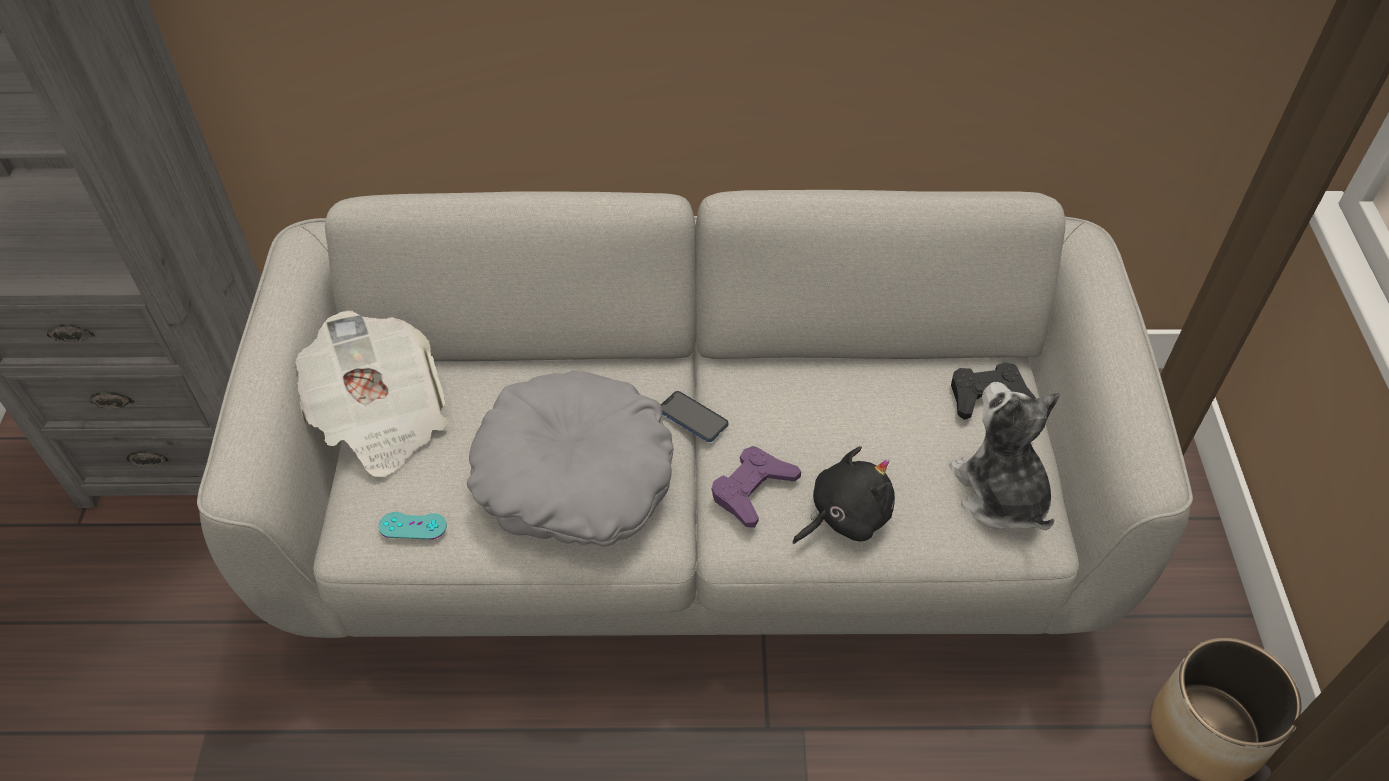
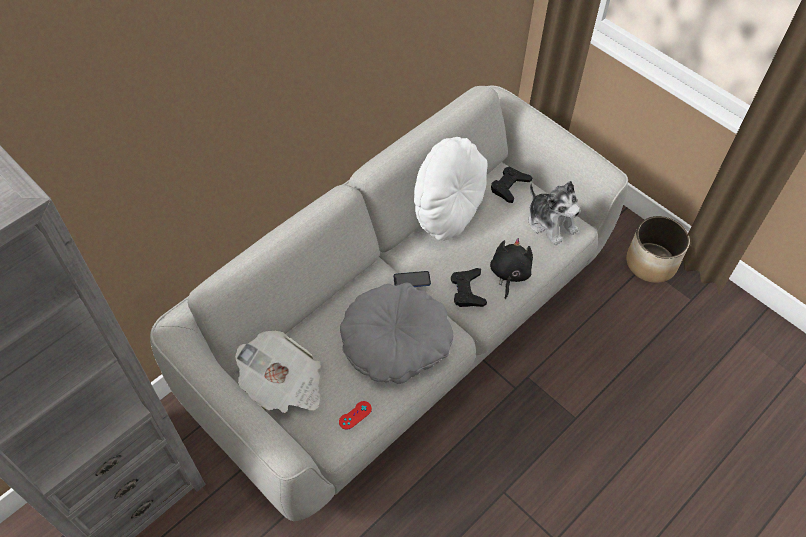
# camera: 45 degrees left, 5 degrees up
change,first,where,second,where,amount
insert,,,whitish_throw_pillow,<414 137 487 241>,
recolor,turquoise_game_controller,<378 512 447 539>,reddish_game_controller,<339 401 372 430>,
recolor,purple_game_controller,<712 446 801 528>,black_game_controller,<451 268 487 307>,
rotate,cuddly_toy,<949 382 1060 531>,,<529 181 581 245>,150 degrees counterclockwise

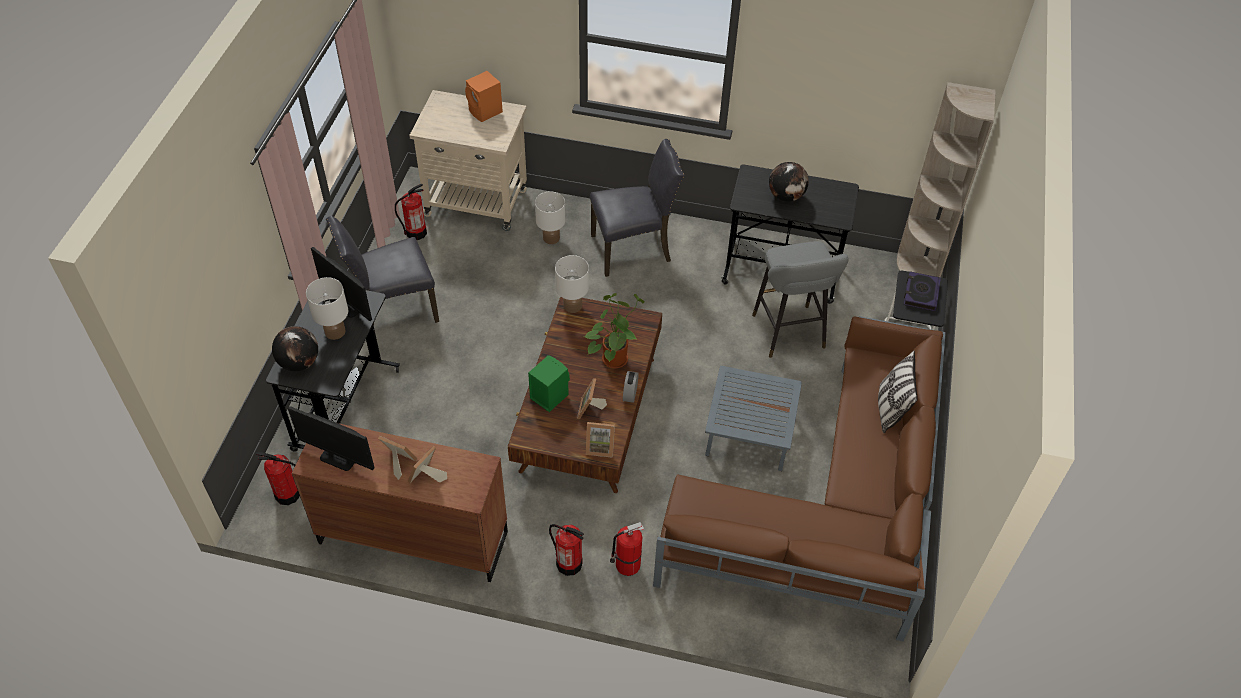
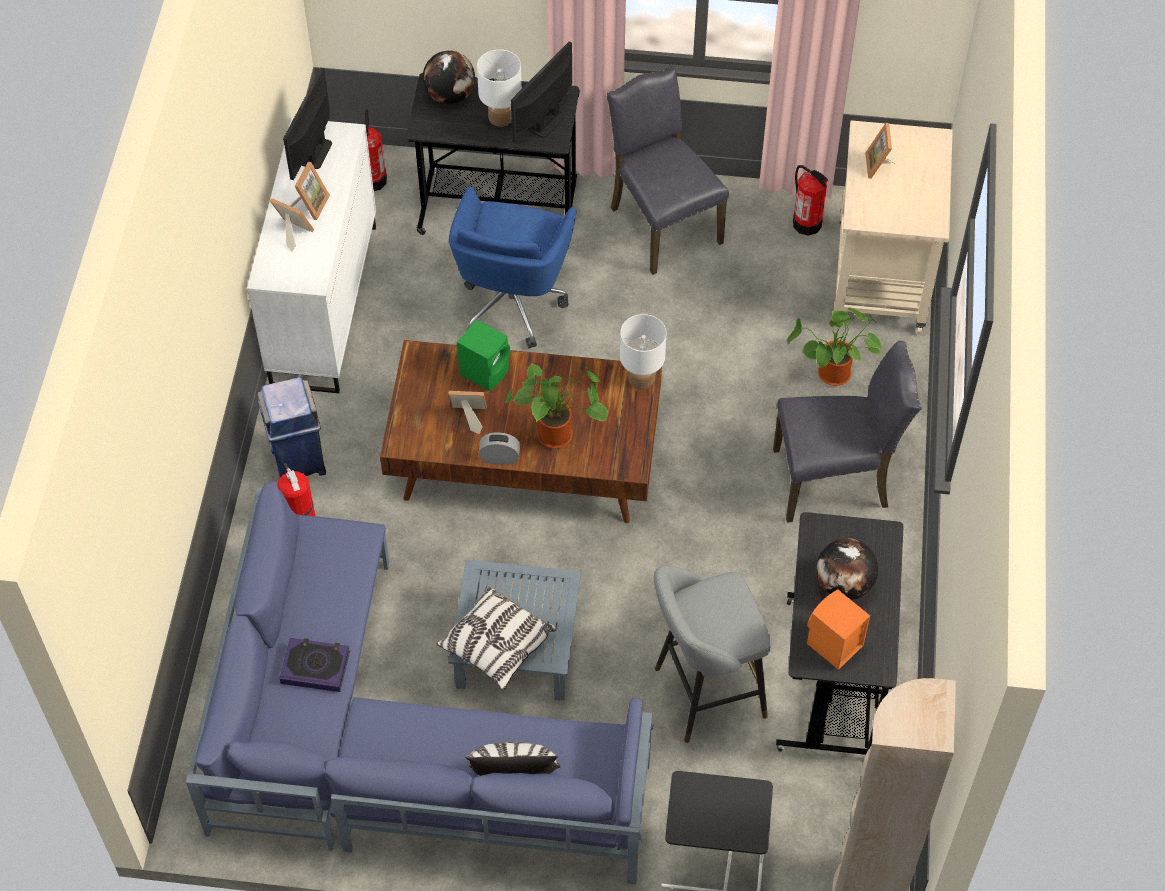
# camera: 85 degrees right, 5 degrees up
change,first,where,second,where,amount
insert,,,throw_pillow,<436 585 557 690>,
insert,,,bluish_computer_chair,<449 186 576 348>,
move,orange_audio_speaker,<465 71 503 122>,,<807 589 870 670>,
move,picture_frame,<586 422 615 458>,,<865 123 899 179>,
move,book,<904 271 941 311>,,<279 638 350 692>,
replace,whitish_lamp_for_a_table,<535 191 565 244>,plant_in_a_pot,<787 307 882 386>,
replace,extinguisher,<549 524 584 576>,bluish_rubbish_bin,<257 377 326 479>,
recolor,brown-coloured_chest_of_drawers,<292 423 508 582>,whitish_chest_of_drawers,<247 118 376 393>,
recolor,brown-coloured_couch,<653 316 946 641>,bluish_couch,<186 481 654 884>,
rotate,greyish_chair,<590 139 685 277>,,<773 341 922 523>,75 degrees counterclockwise

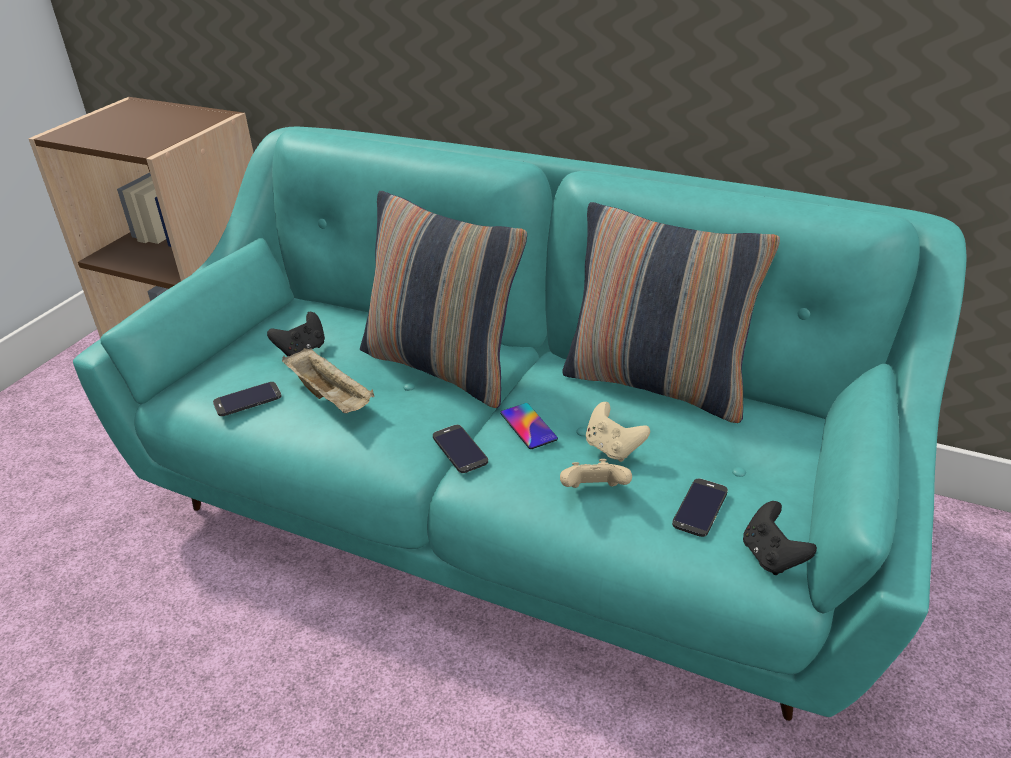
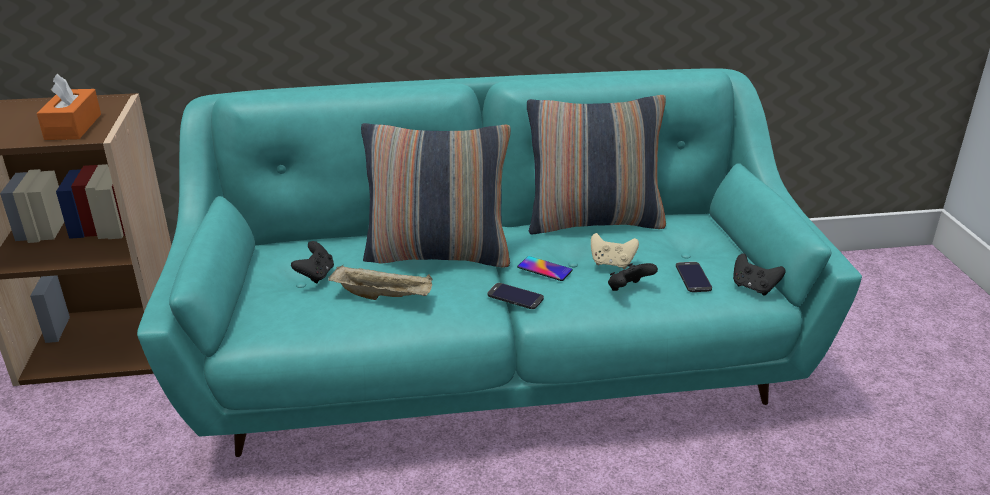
# camera: 35 degrees left, 5 degrees down
change,first,where,second,where,amount
delete,phone,<213 382 282 416>,,,
insert,,,orange_tissue_holder,<37 74 101 140>,
recolor,beige_game_controller,<560 459 632 488>,black_game_controller,<608 263 658 291>,

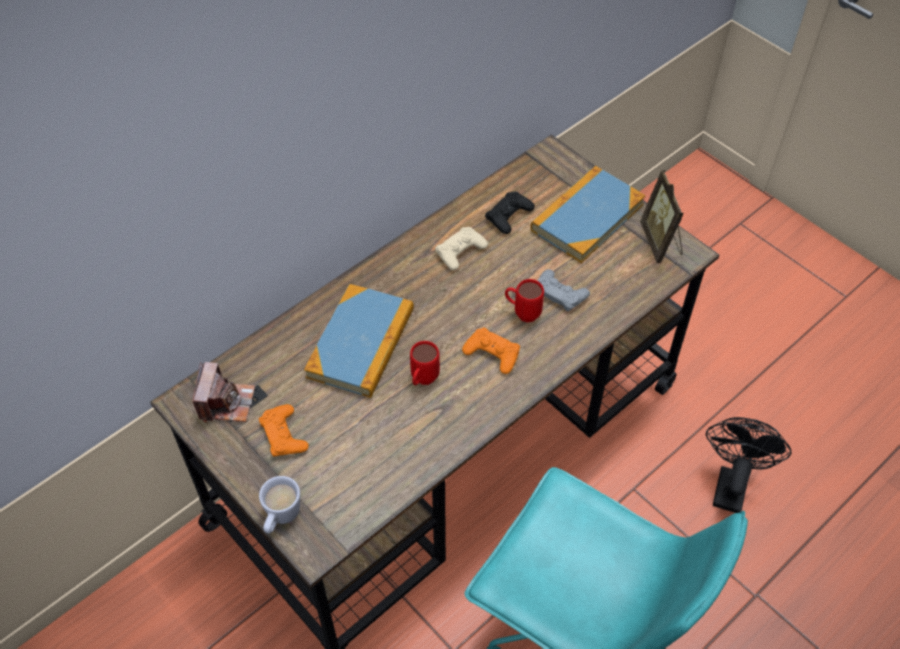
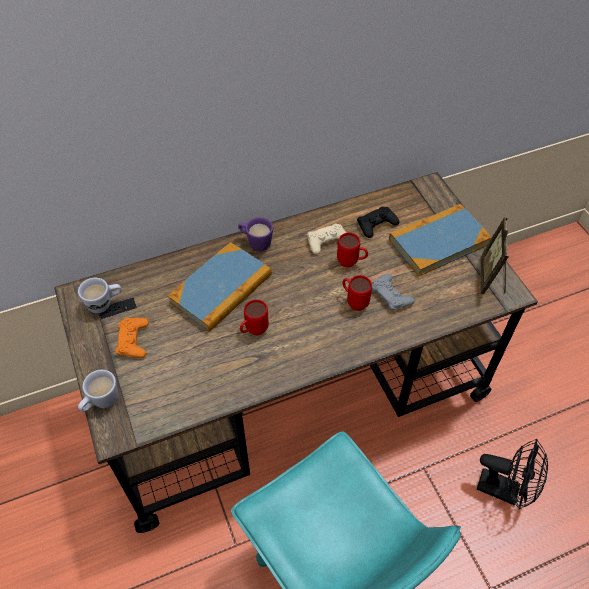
# camera: 20 degrees right, 0 degrees up
change,first,where,second,where,amount
delete,orange_game_controller,<462 327 520 374>,,,
insert,,,purple_mug,<238 217 273 251>,
insert,,,reddish_mug,<337 233 368 267>,
replace,still_camera,<193 362 255 423>,whitish_mug,<78 278 121 313>,
rotate,black_electric_fan,<706 417 791 513>,,<477 439 548 509>,75 degrees clockwise

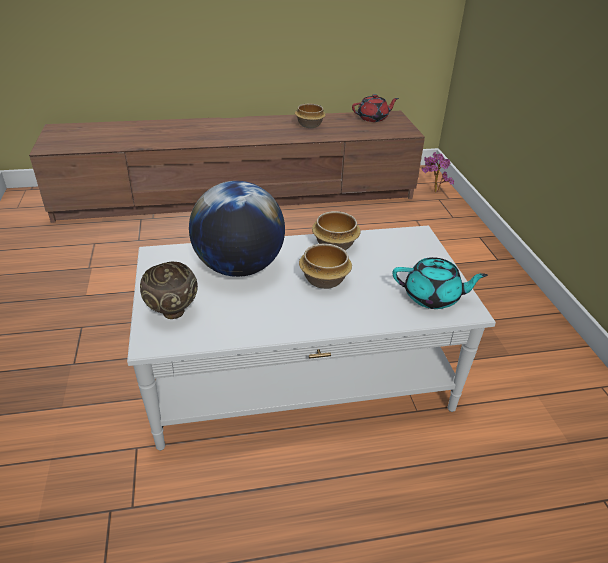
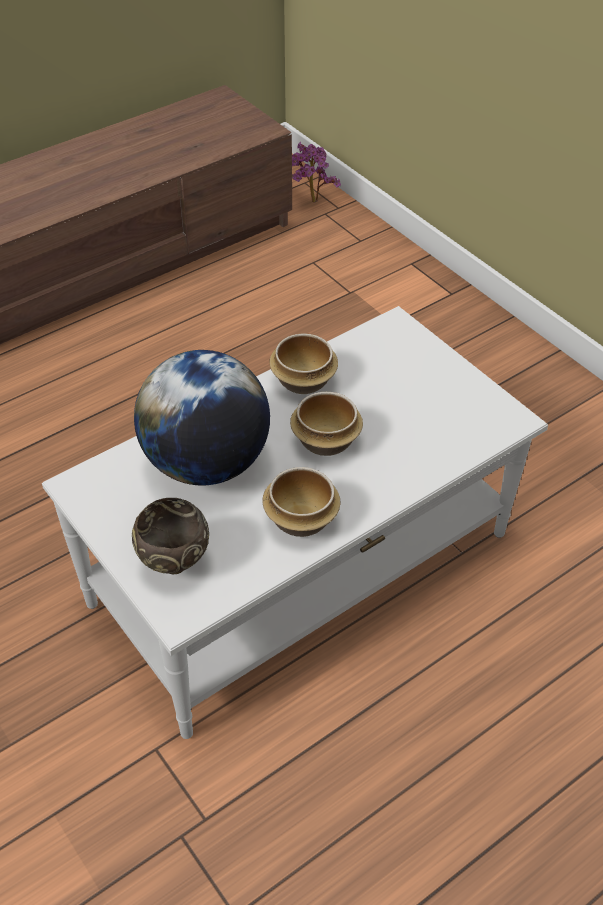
# camera: 25 degrees left, 10 degrees up
change,first,where,second,where,amount
delete,reddish_pot_for_tea,<352 94 399 122>,,,
delete,turquoise_pot_for_tea,<393 257 488 309>,,,
move,serving_bowl,<295 104 326 128>,,<263 467 340 537>,

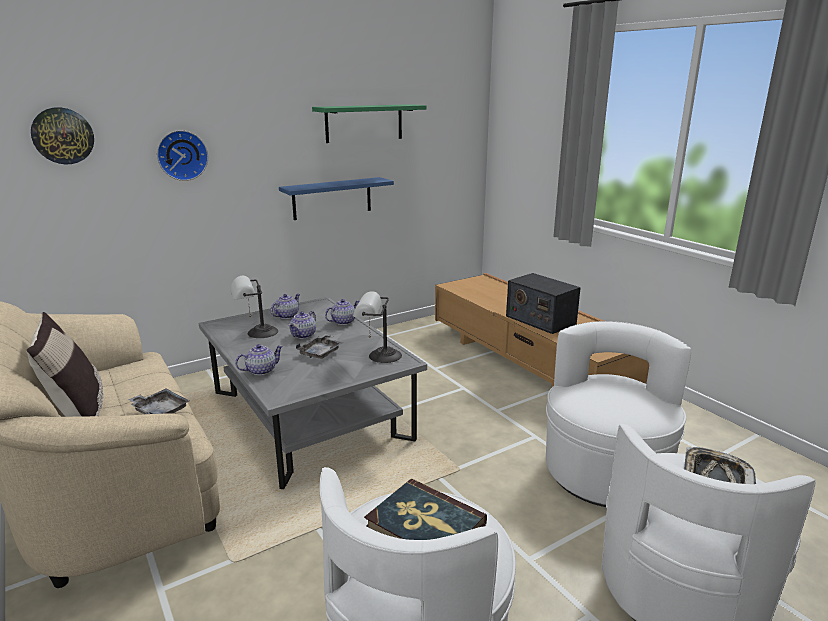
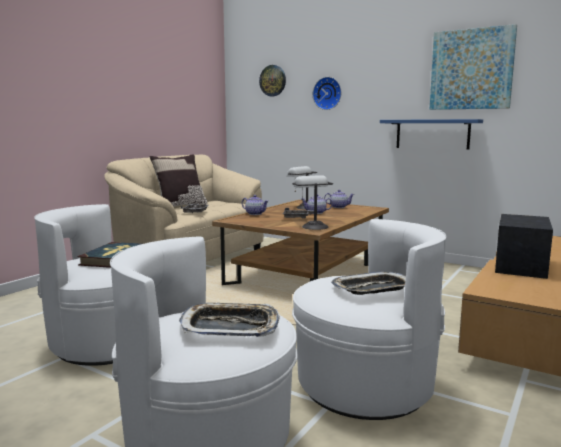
# camera: 65 degrees right, 10 degrees down
change,first,where,second,where,amount
delete,pot_for_tea,<325 299 360 325>,,,
insert,,,carrying_tray,<331 271 406 295>,
replace,greenish_shelf,<312 104 426 143>,picture,<430 24 517 110>,
recolor,greyish_low_table,<199 297 427 489>,brown-coloured_low_table,<212 200 389 285>,

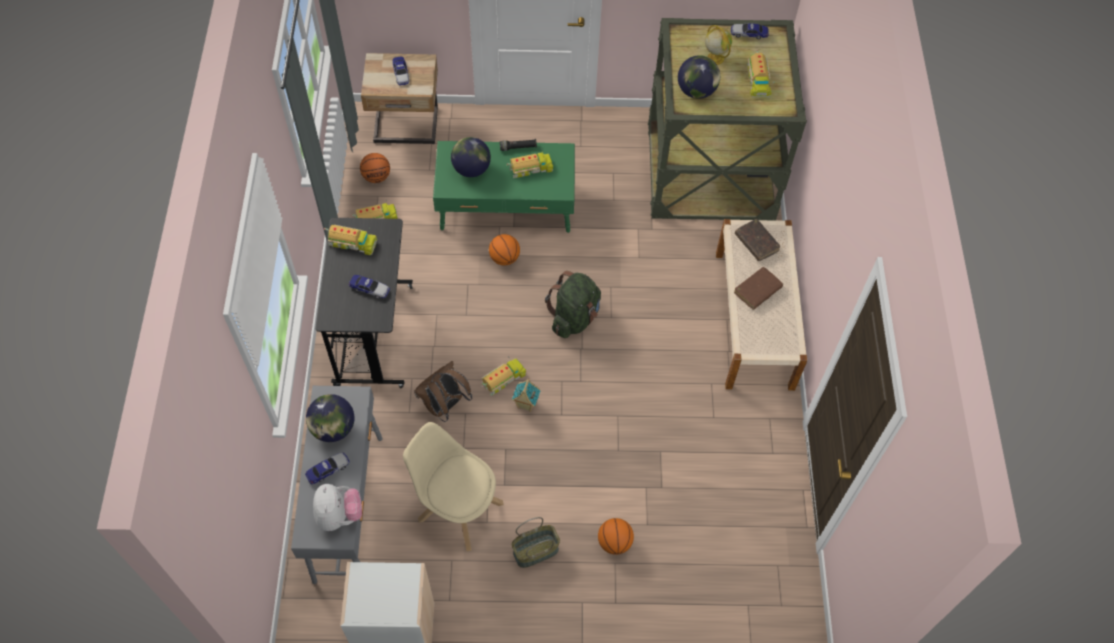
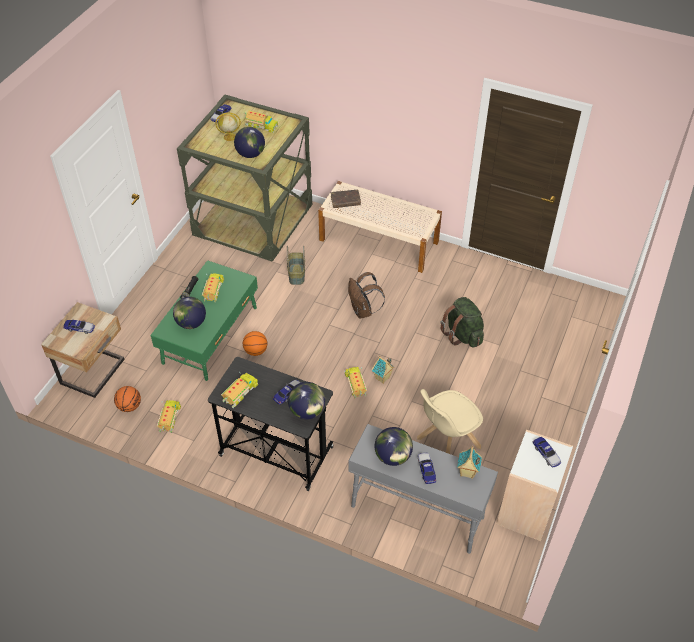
# camera: 65 degrees left, 10 degrees down
change,first,where,second,where,amount
delete,ball_for_basketball,<598 518 634 555>,,,
delete,brown-coloured_book,<734 267 783 310>,,,
insert,,,world_globe,<288 382 325 419>,
insert,,,miniature_car,<533 437 561 467>,
move,brown-coloured_backpack,<414 361 472 422>,,<348 272 385 318>,
move,basket,<512 517 560 568>,,<287 245 305 285>,
move,greenish_backpack,<545 271 601 338>,,<440 297 484 347>,
replace,cuddly_toy,<313 484 362 531>,miniature_house,<457 446 482 479>,

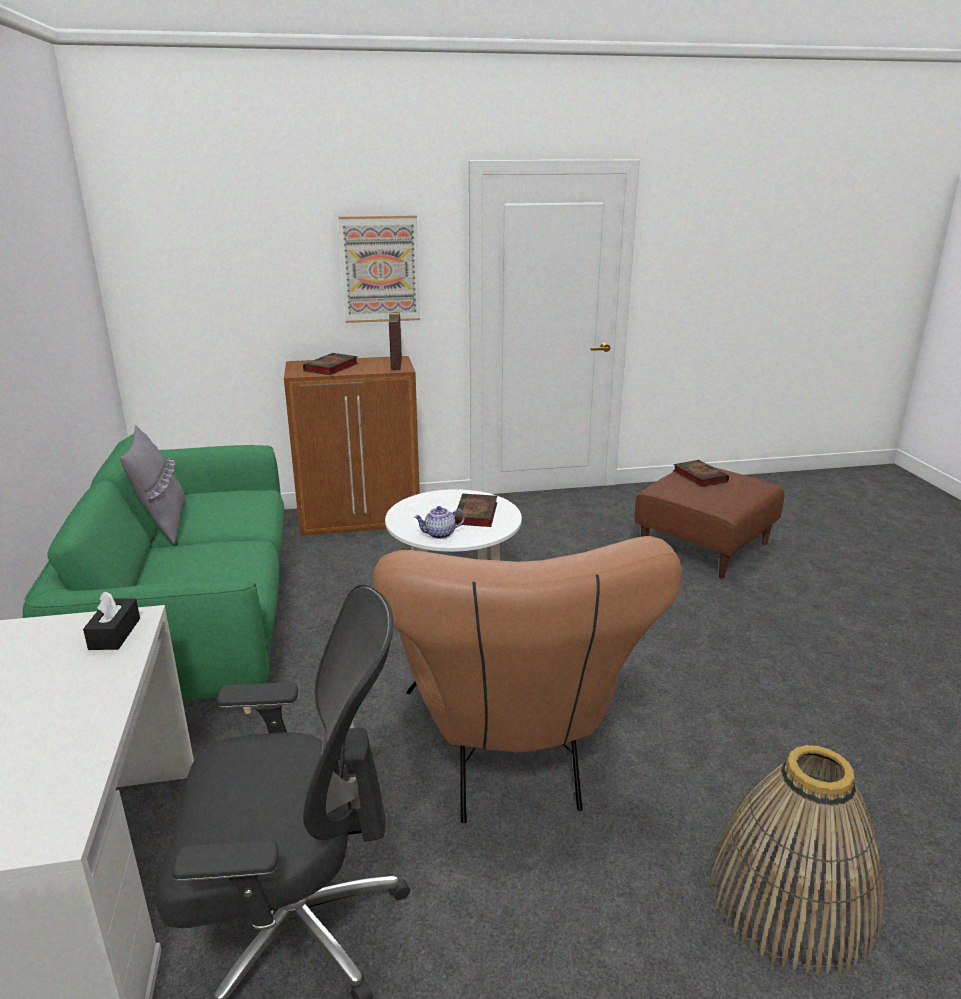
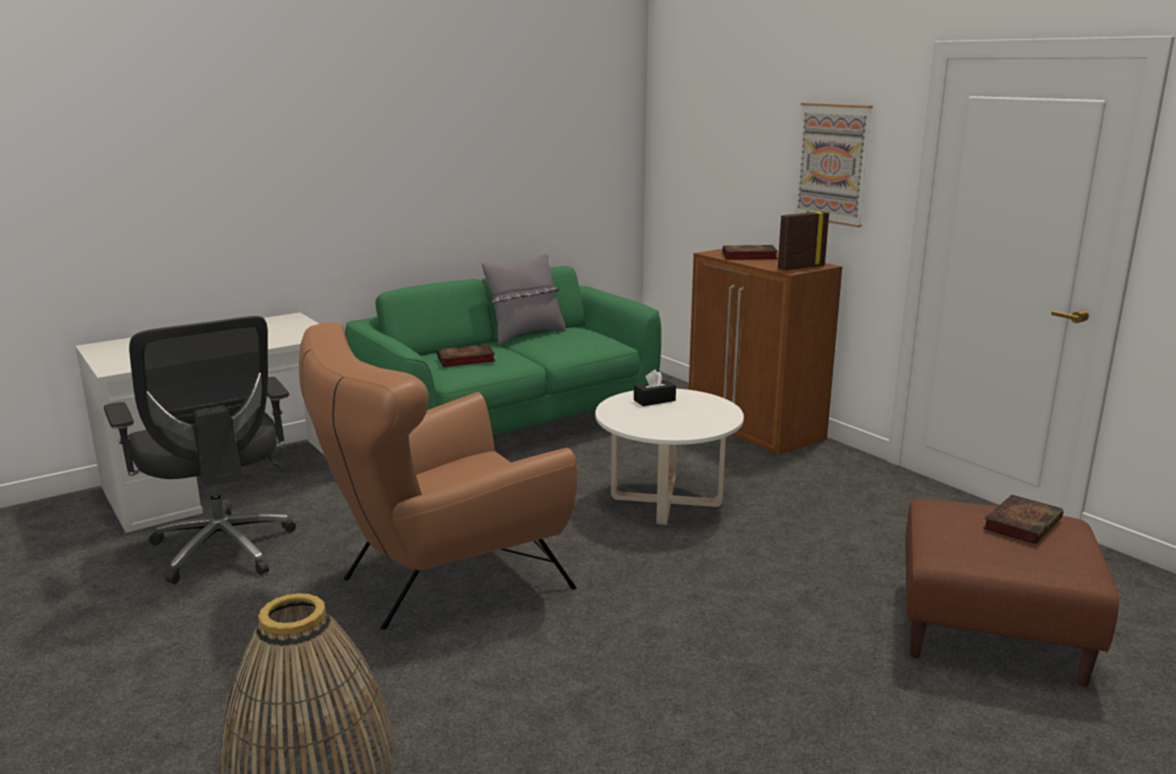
# camera: 65 degrees right, 5 degrees down
change,first,where,second,where,amount
delete,pot_for_tea,<414 506 465 539>,,,
move,black_tissue_holder,<83 592 140 650>,,<634 370 676 406>,
move,book,<455 494 497 527>,,<437 344 495 367>,

